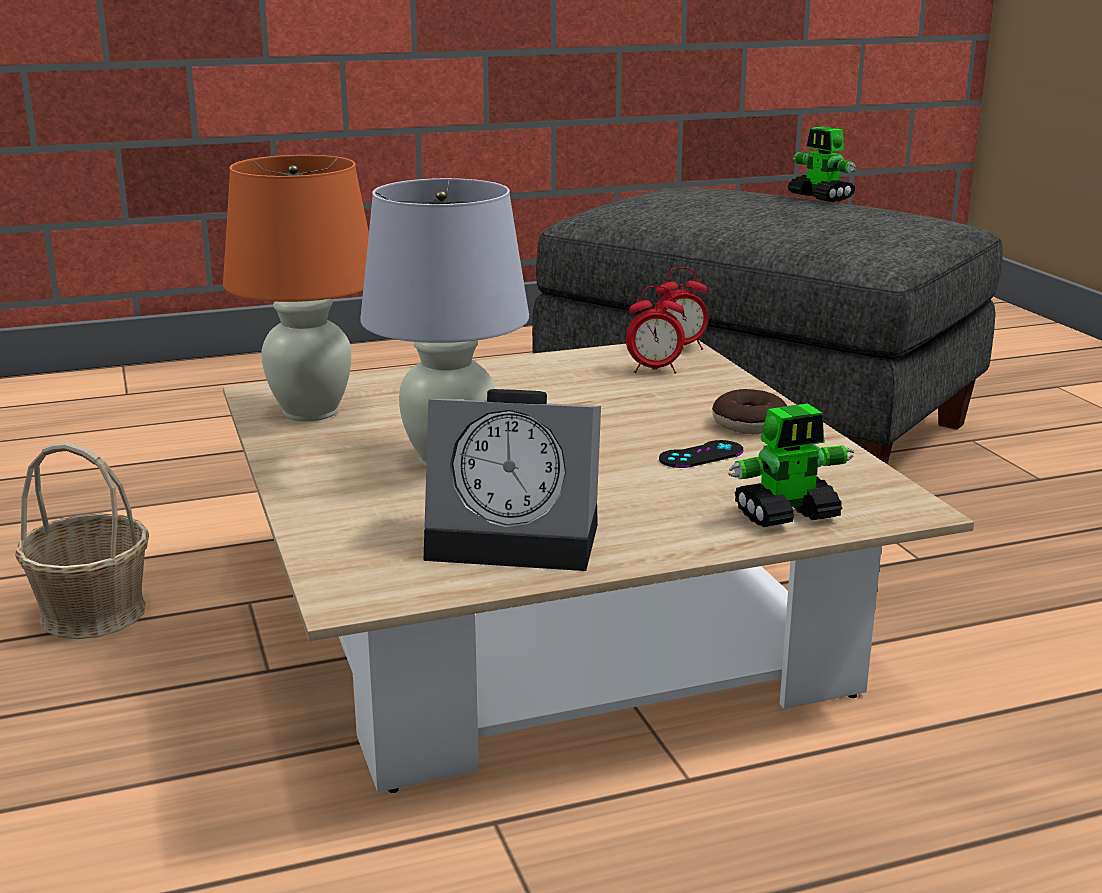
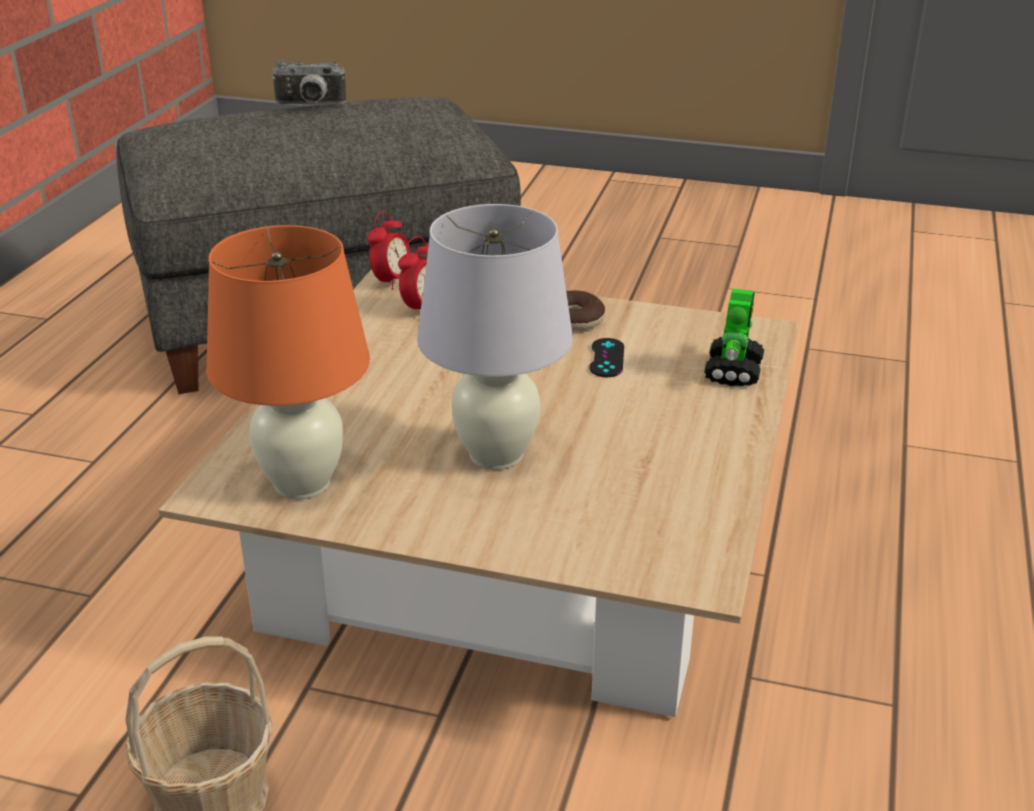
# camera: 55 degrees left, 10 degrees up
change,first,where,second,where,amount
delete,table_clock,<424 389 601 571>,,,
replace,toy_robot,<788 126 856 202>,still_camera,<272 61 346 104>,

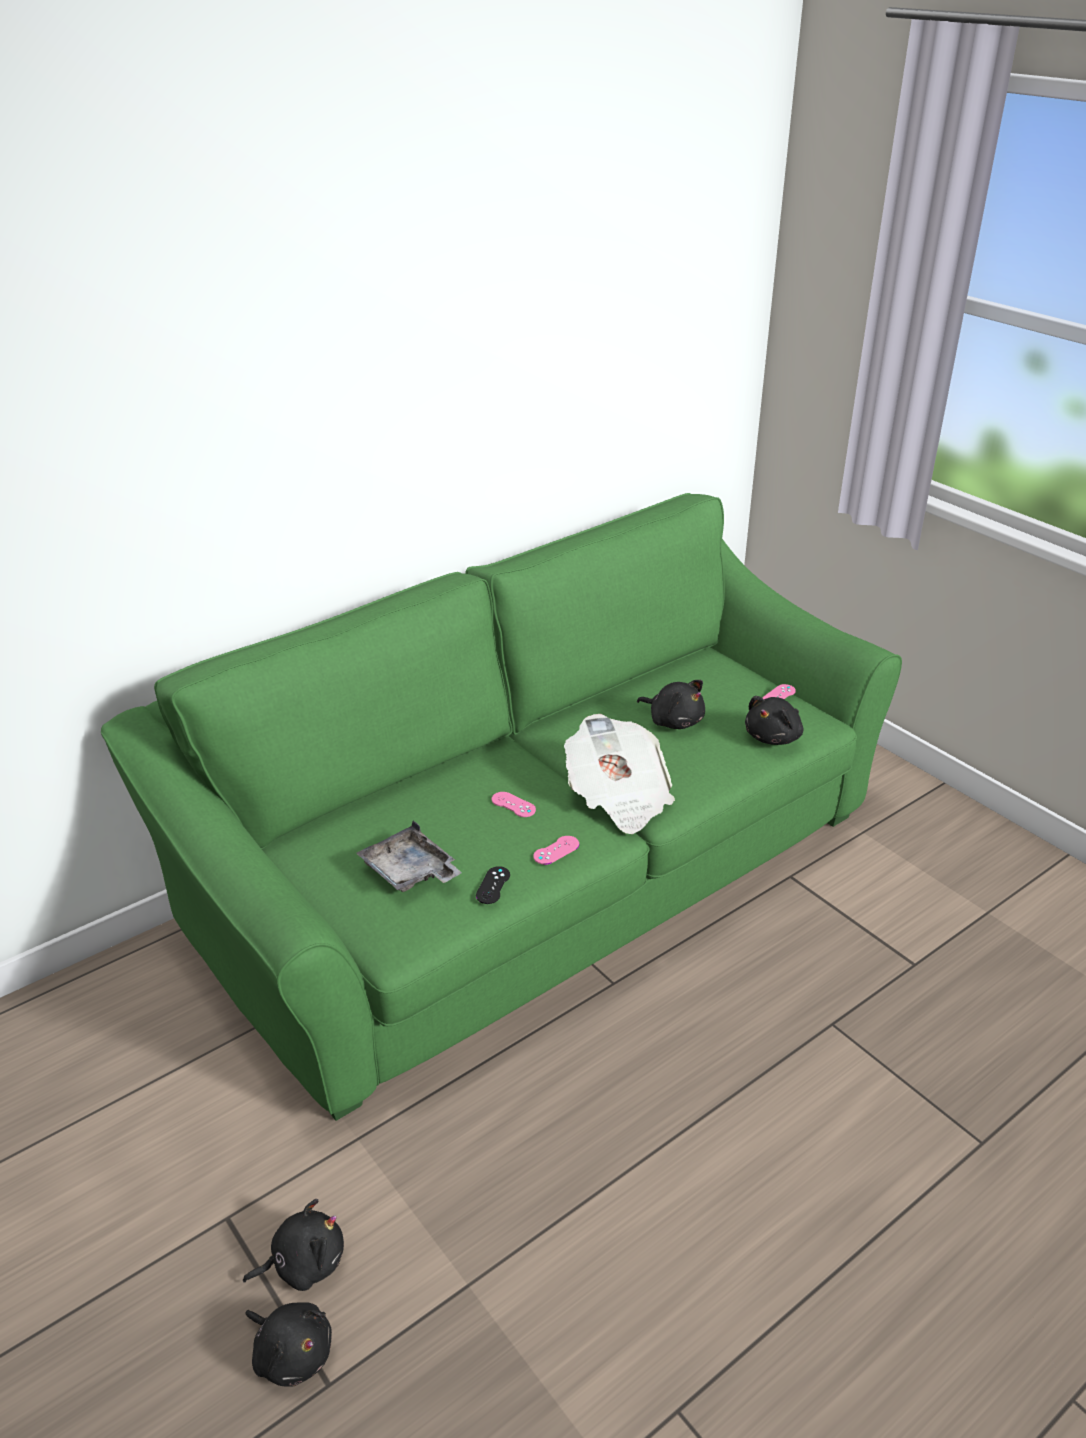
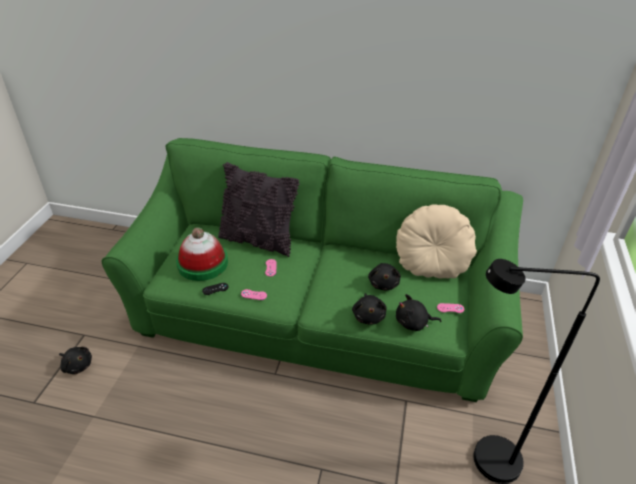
# camera: 50 degrees right, 5 degrees up
change,first,where,second,where,amount
delete,printed_paper,<564 714 675 834>,,,
insert,,,black_throw_pillow,<218 162 299 257>,
insert,,,beige_throw_pillow,<396 204 477 278>,
insert,,,black_standing_lamp,<473 259 600 484>,
move,black_cuddly_toy,<245 1302 332 1387>,,<352 293 387 325>,
replace,greyish_carrying_tray,<356 821 462 892>,hat,<176 227 228 281>,

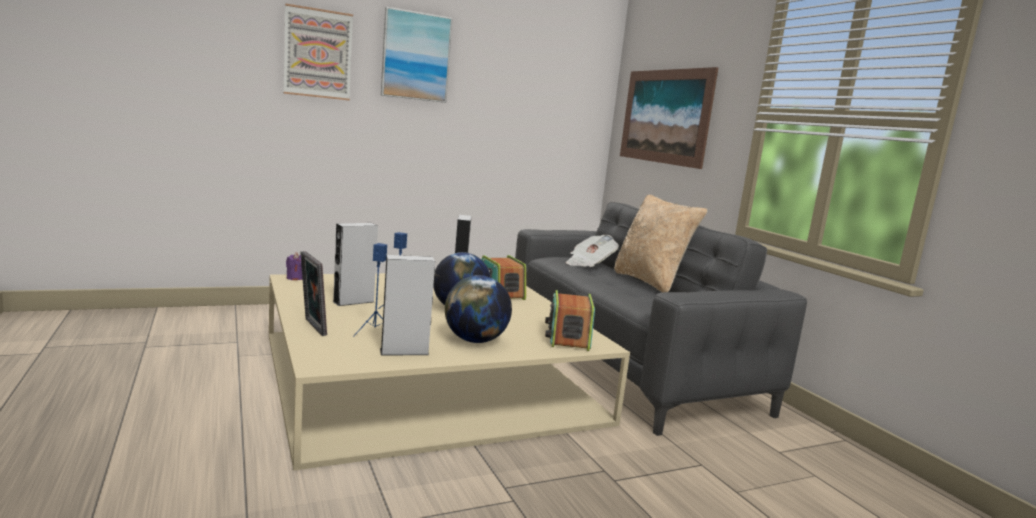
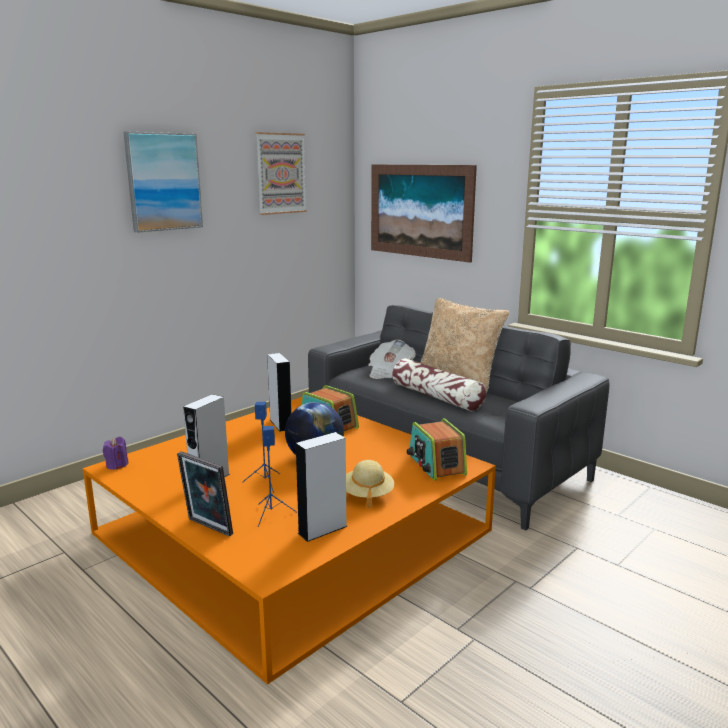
# camera: 20 degrees left, 5 degrees up
change,first,where,second,where,amount
insert,,,throw_pillow,<392 358 486 411>,
move,picture,<283 4 353 100>,,<256 132 307 215>,
replace,world_globe,<445 275 512 343>,beige_hat,<346 460 394 508>,
recolor,beige_low_table,<269 273 630 471>,orange_low_table,<83 397 496 685>,

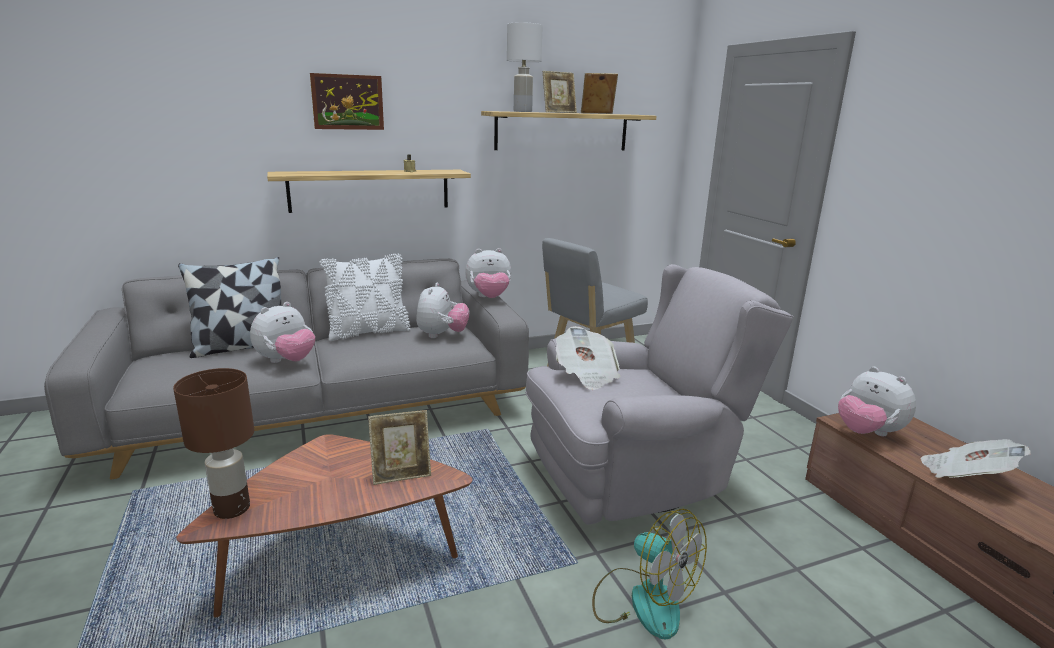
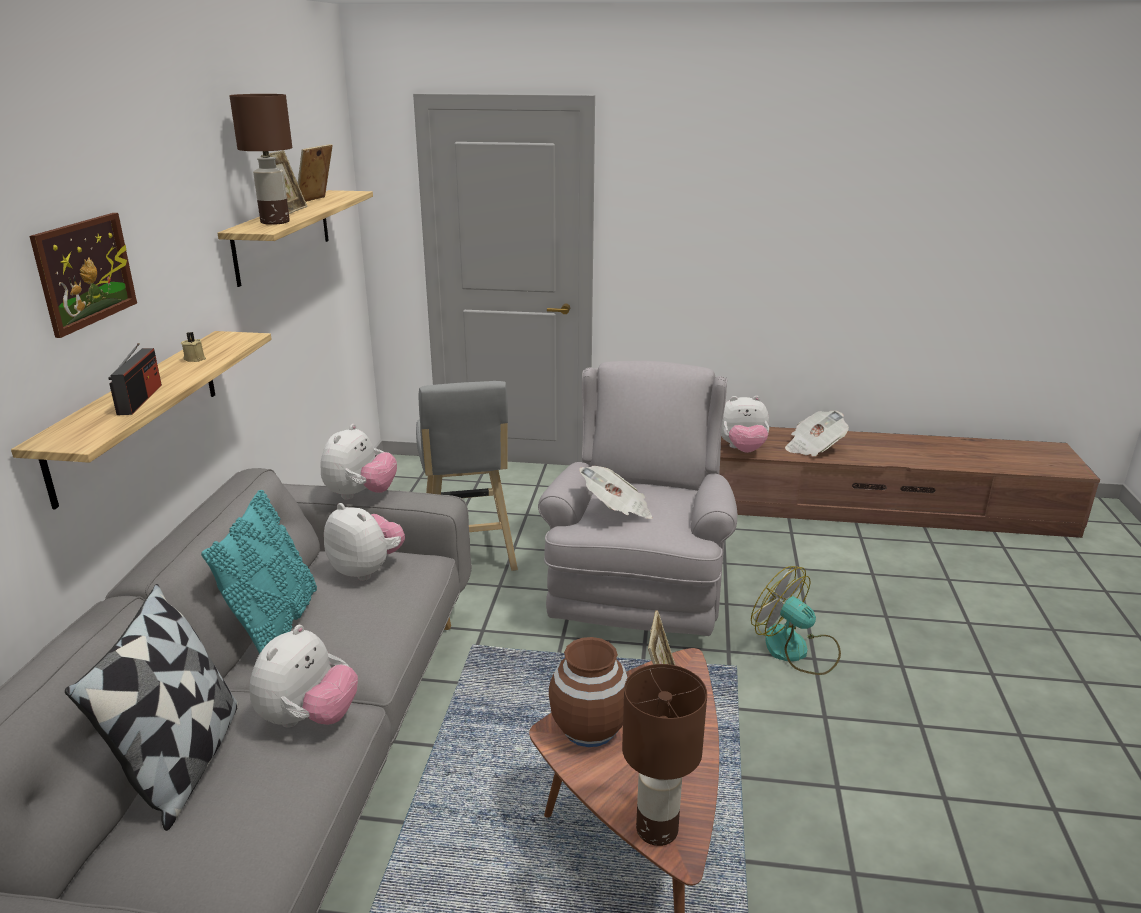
# camera: 60 degrees left, 5 degrees up
change,first,where,second,where,amount
insert,,,radio_receiver,<108 343 162 415>,
insert,,,brown-coloured_vase,<549 637 628 747>,
recolor,whitish_throw_pillow,<319 254 410 341>,turquoise_throw_pillow,<201 490 317 654>,
recolor,whitish_lamp_for_a_table,<507 22 543 112>,brown-coloured_lamp_for_a_table,<229 94 292 225>,
rotate,cuddly_toy,<250 302 315 363>,,<249 625 358 728>,45 degrees clockwise
rotate,electric_fan,<592 509 707 639>,,<751 566 841 675>,120 degrees counterclockwise

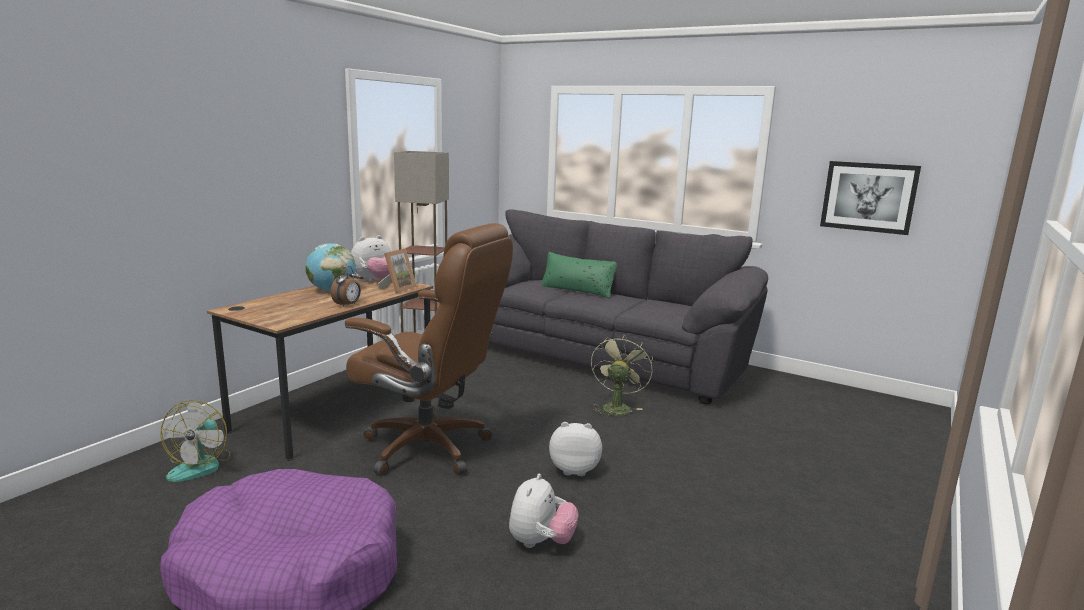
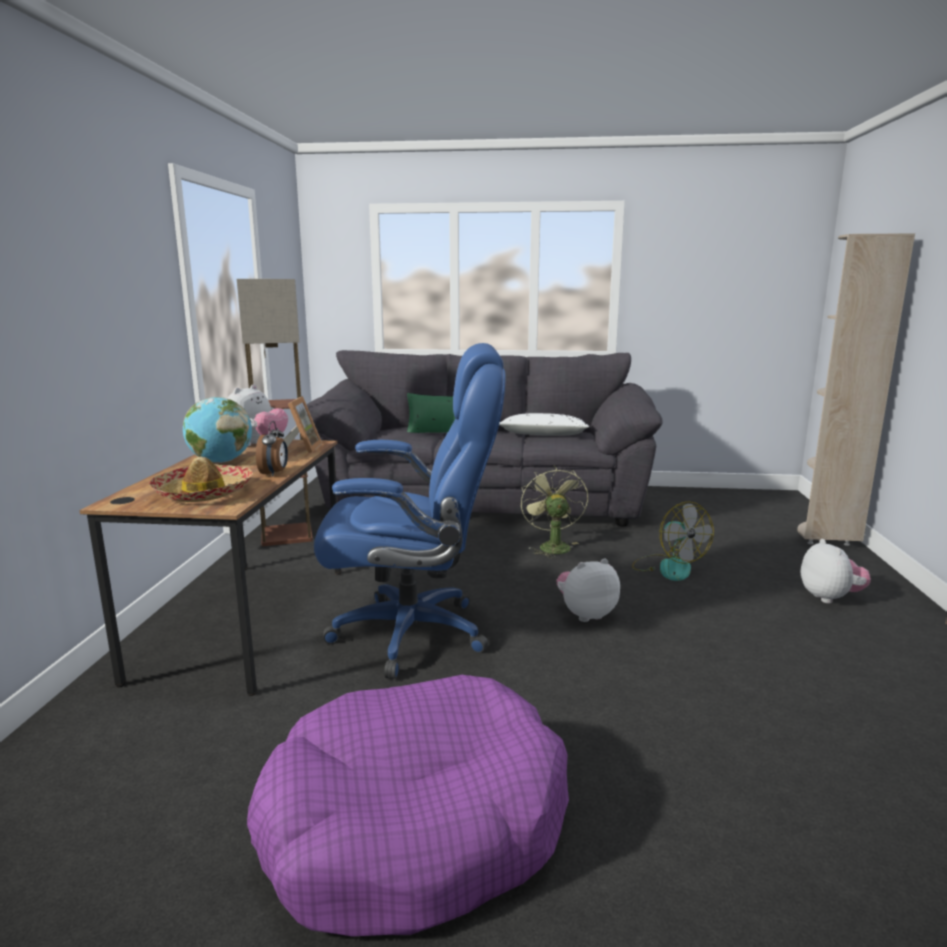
# camera: 25 degrees left, 0 degrees up
change,first,where,second,where,amount
delete,picture,<820 161 921 235>,,,
insert,,,hat,<149 457 253 502>,
insert,,,whitish_throw_pillow,<499 413 589 436>,
insert,,,beige_bookshelf,<797 233 915 546>,
move,electric_fan,<161 400 231 482>,,<632 501 714 581>,
move,cuddly_toy,<509 474 579 548>,,<801 539 871 604>,
recolor,brown-coloured_computer_chair,<345 223 513 476>,bluish_computer_chair,<314 343 506 679>,

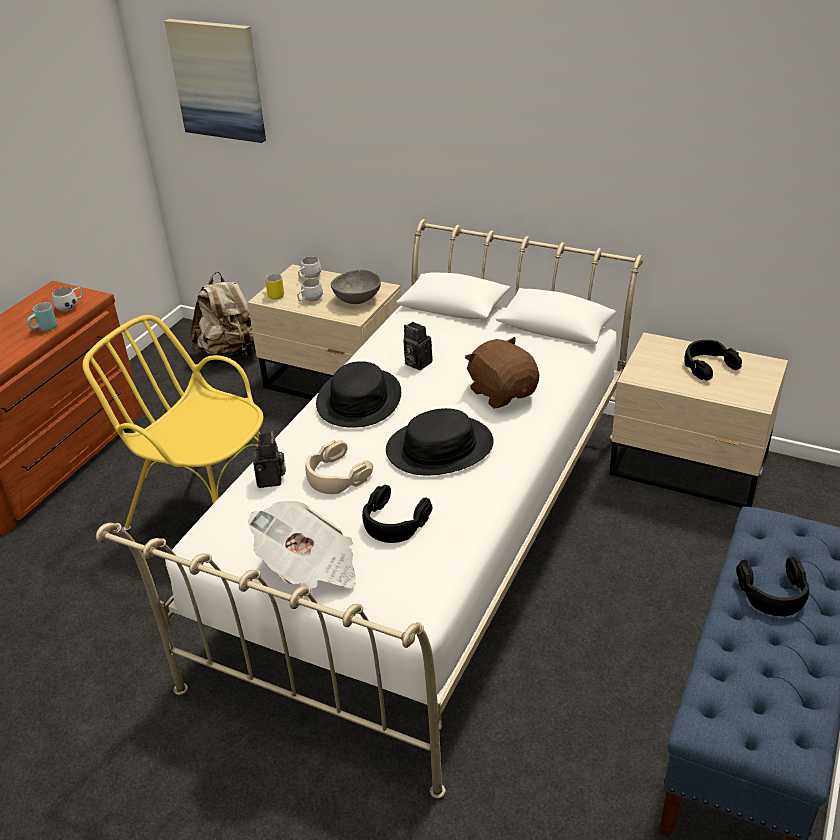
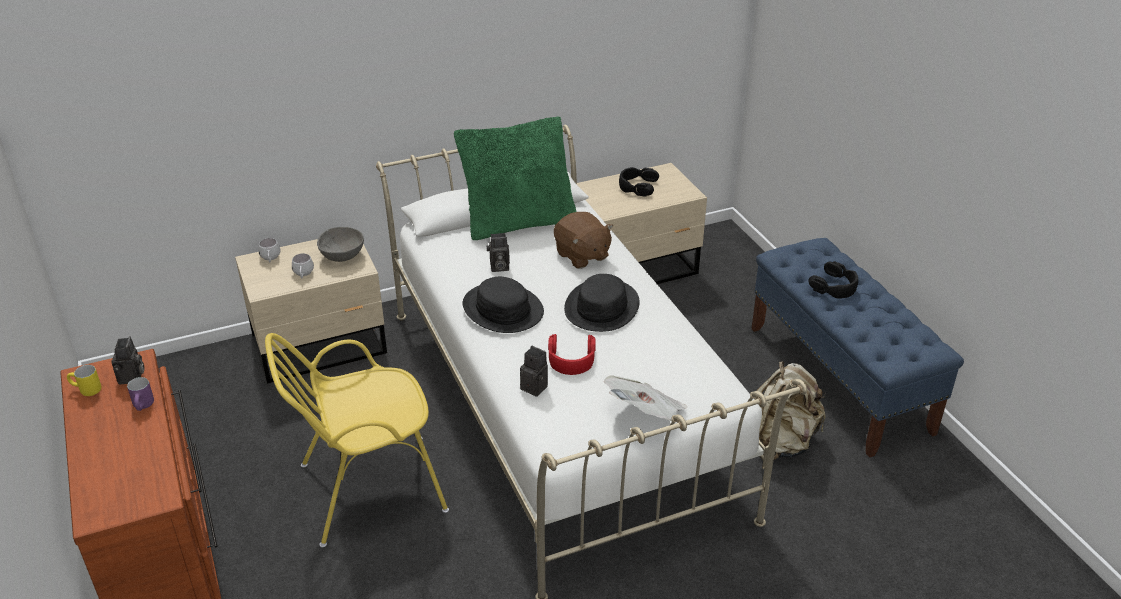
# camera: 50 degrees left, 0 degrees up
change,first,where,second,where,amount
delete,picture,<164 19 266 143>,,,
delete,black_headset,<362 485 432 543>,,,
insert,,,greenish_throw_pillow,<454 116 576 241>,
move,beige_backpack,<190 272 255 358>,,<754 361 826 460>,
move,yellow-coloured_mug,<265 274 284 299>,,<67 365 101 396>,
replace,whitish_mug,<52 287 82 311>,still_camera,<111 336 144 384>,
recolor,turquoise_mug,<27 302 57 331>,purple_mug,<127 377 154 411>,
recolor,beige_headset,<305 440 373 494>,reddish_headset,<548 334 596 375>,
rotate,brown-coloured_cuddly_toy,<465 337 539 409>,,<554 212 613 269>,135 degrees counterclockwise

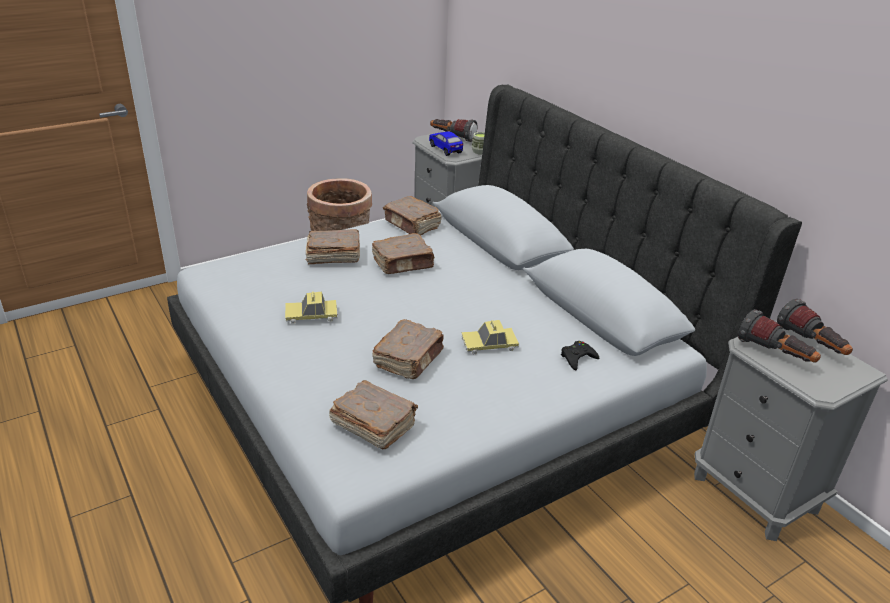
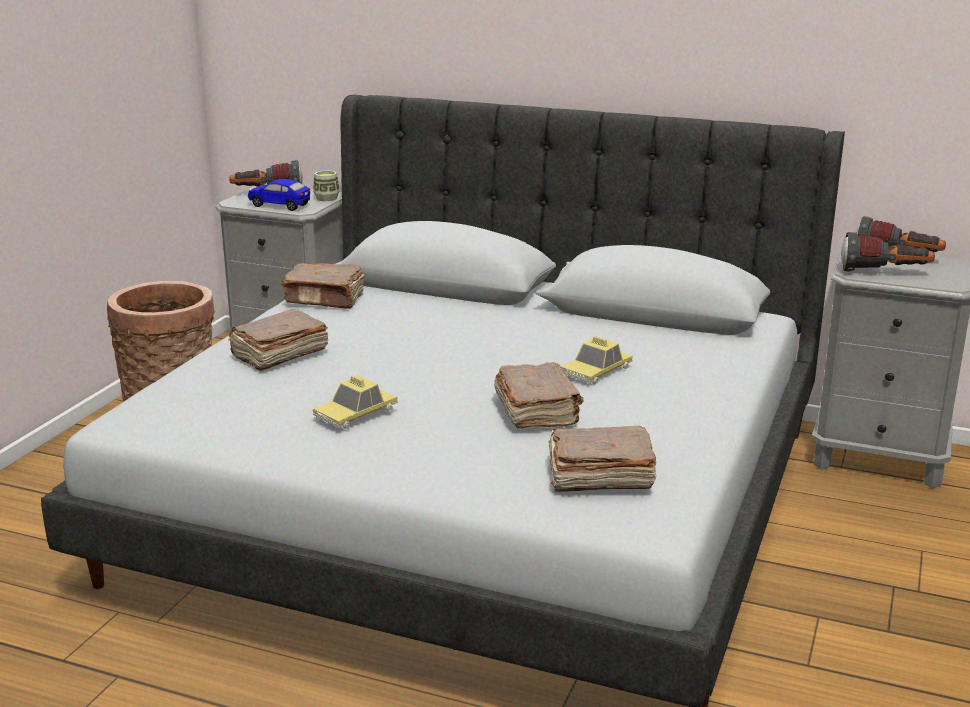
# camera: 35 degrees left, 10 degrees down
change,first,where,second,where,amount
delete,brown-coloured_book,<372 233 435 274>,,,
delete,black_game_controller,<561 341 599 370>,,,

